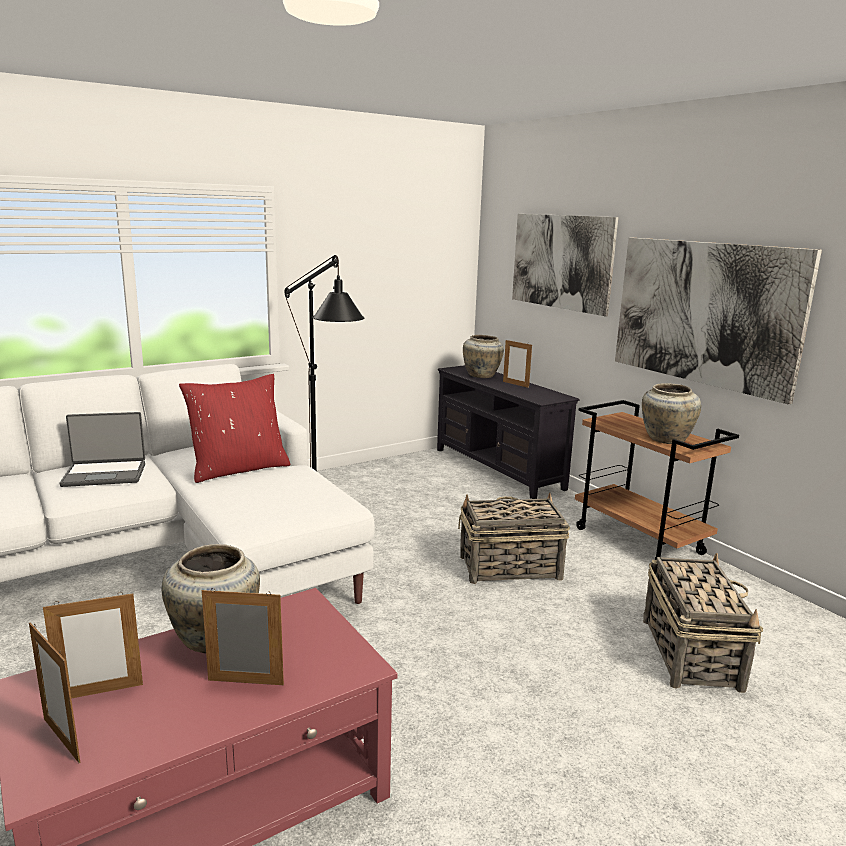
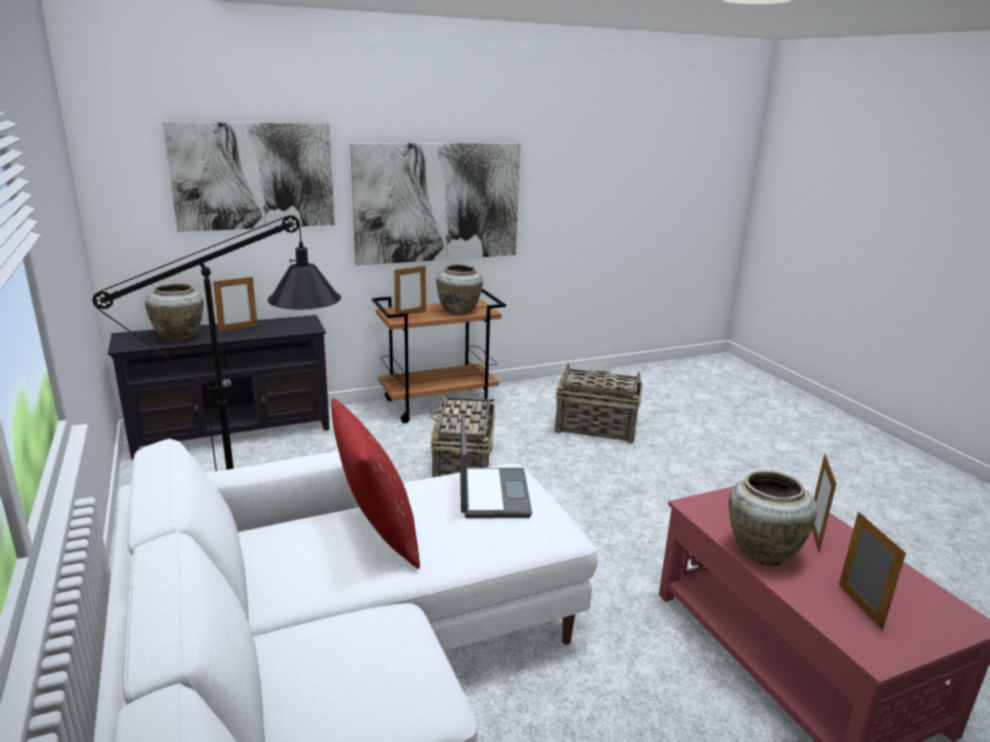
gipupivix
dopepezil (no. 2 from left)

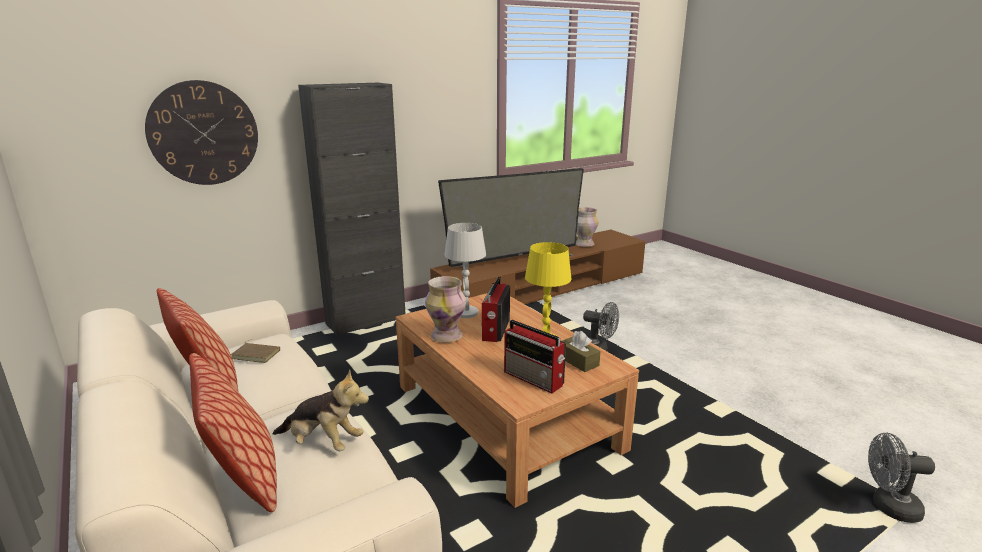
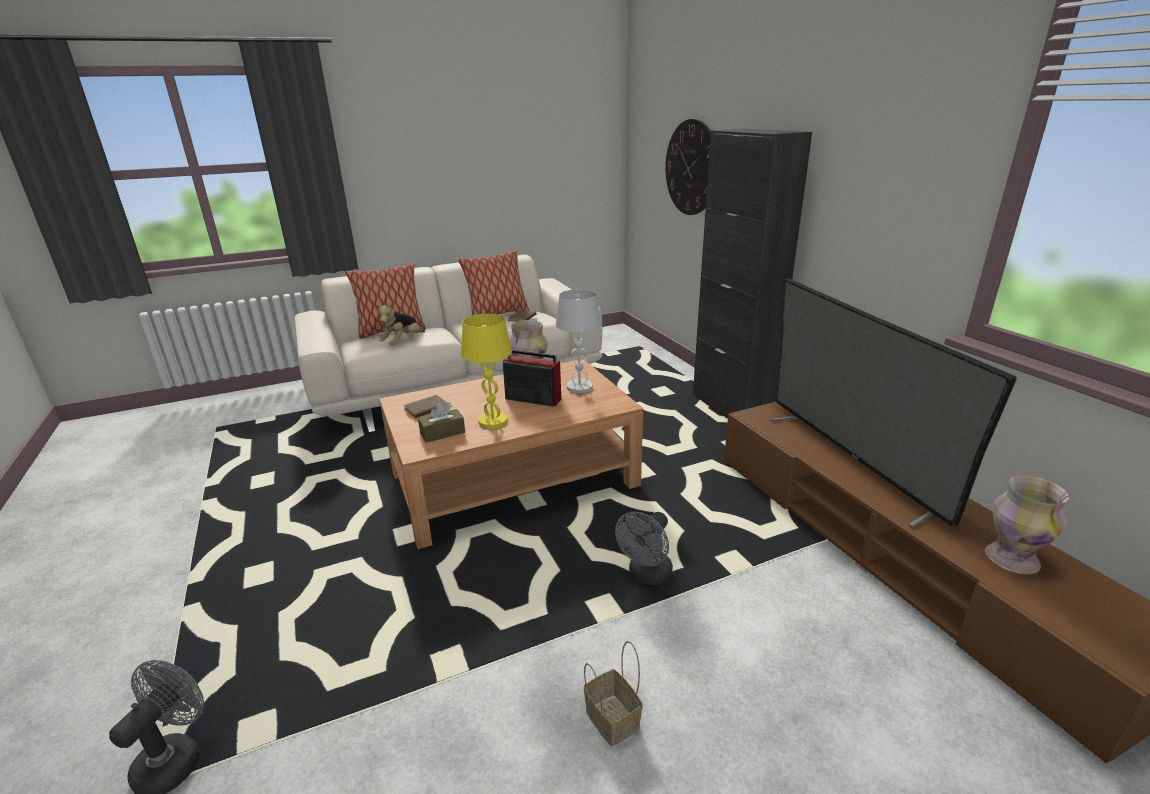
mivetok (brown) (no. 1 from left)
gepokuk

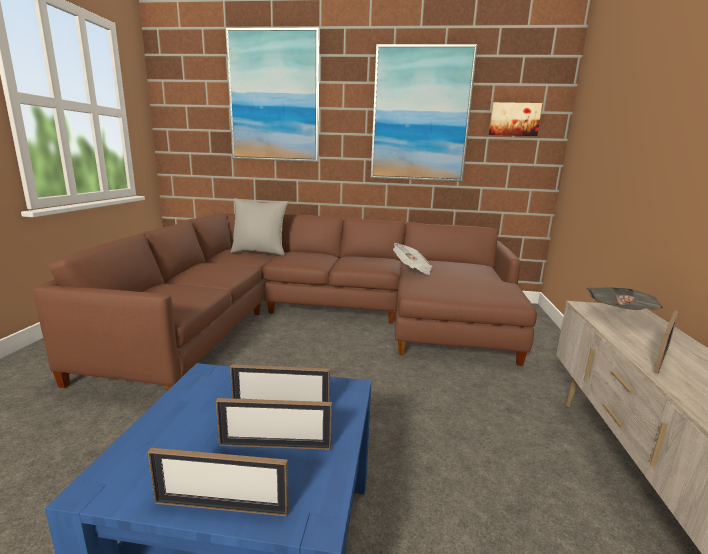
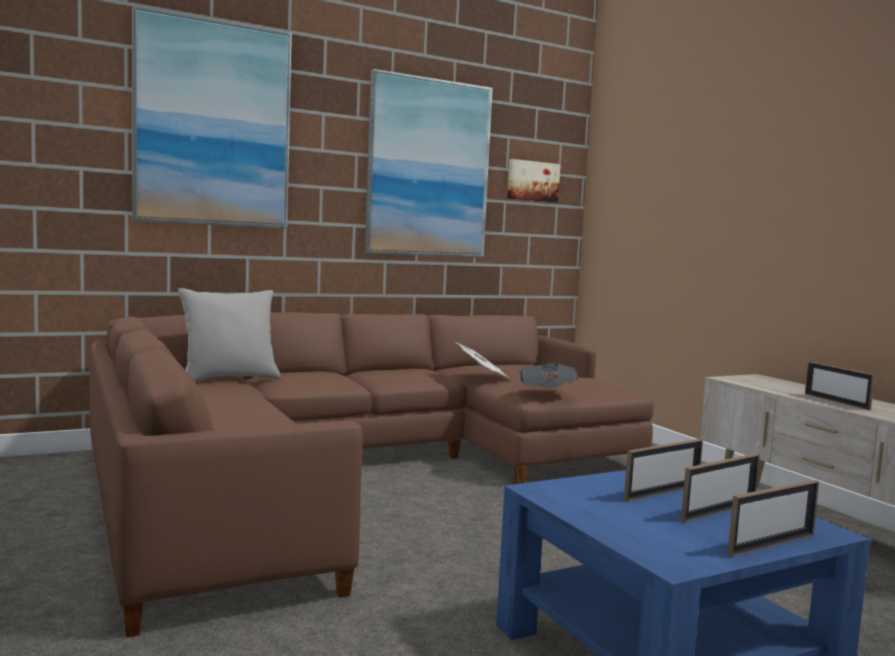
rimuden (no. 2 from left)
dopepezil (no. 4 from left)

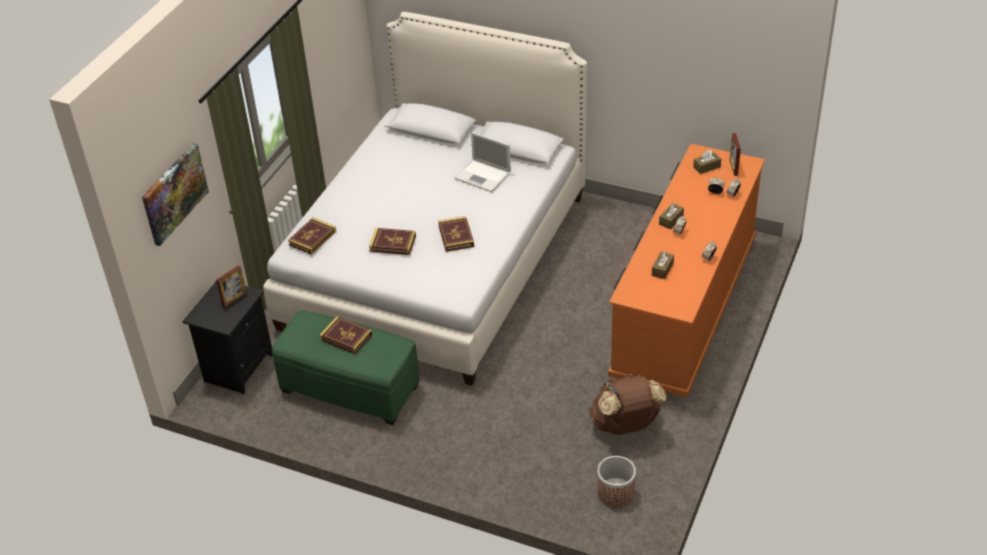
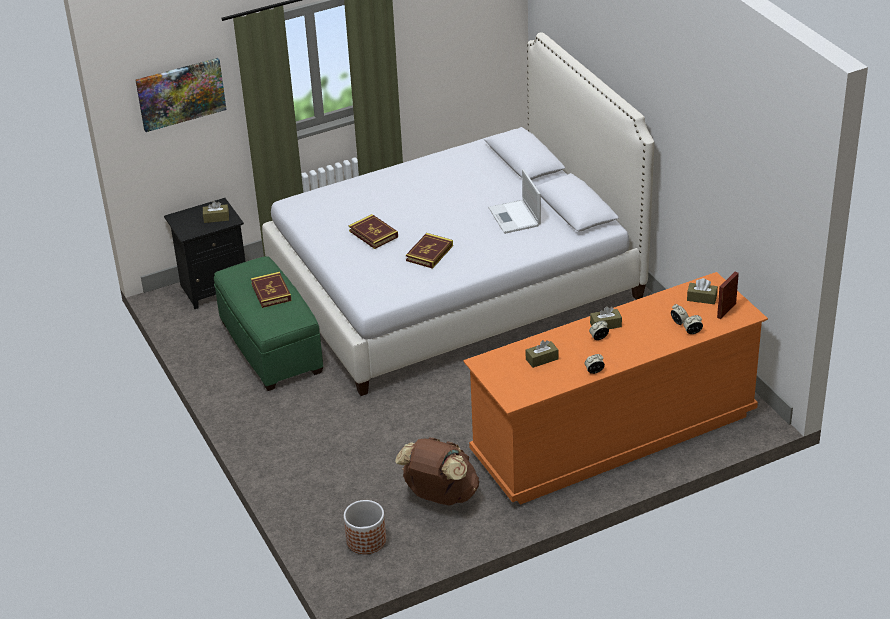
mivetok (no. 1 from left in the first image)
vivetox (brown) (no. 1 from left)

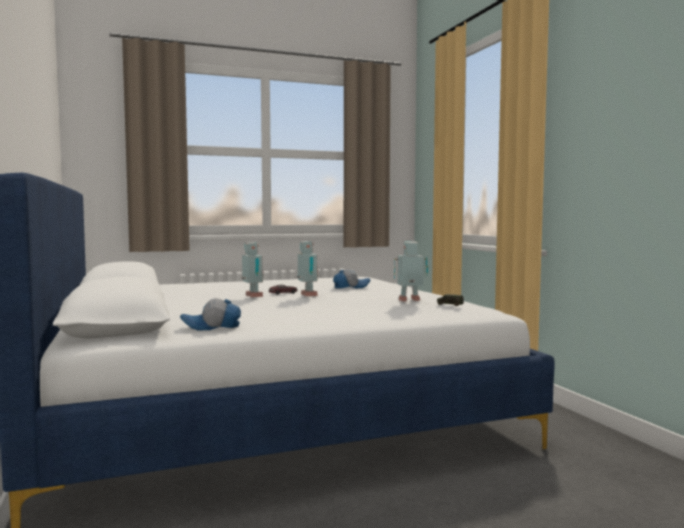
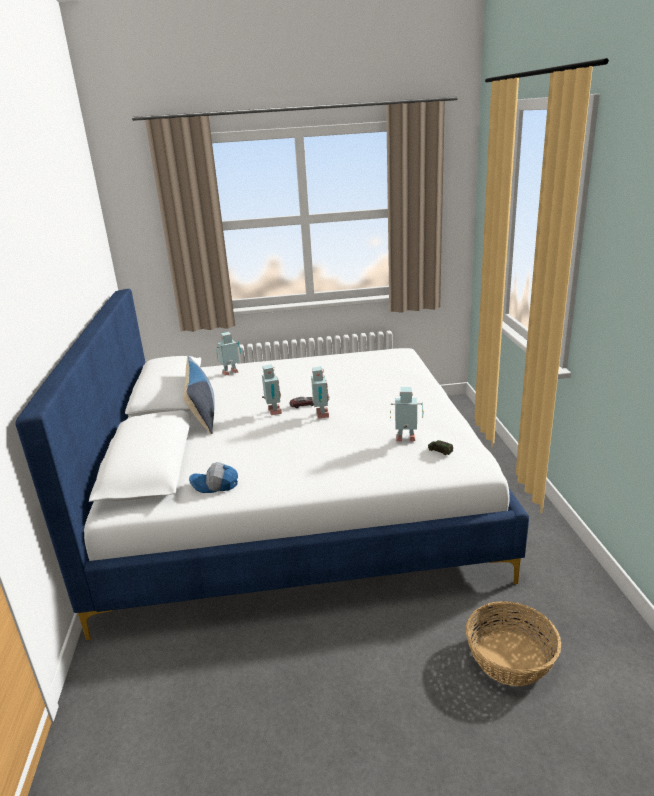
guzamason (no. 2 from left in the first image)
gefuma (no. 1 from left)
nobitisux
gepokuk

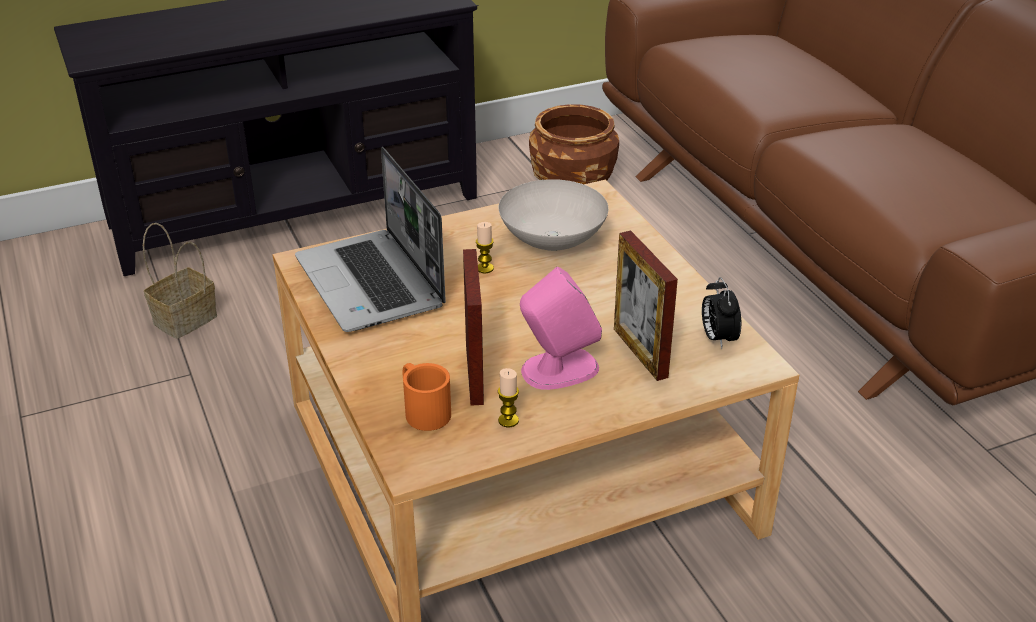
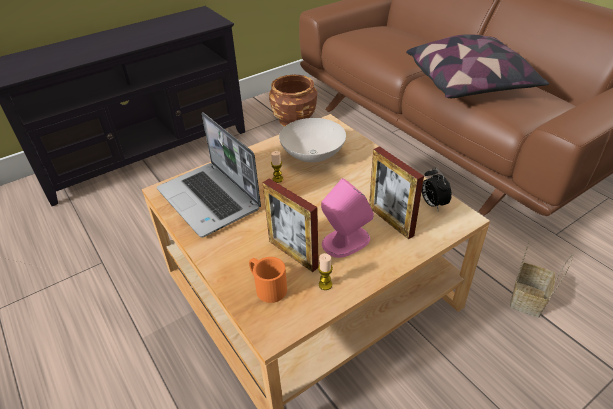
gepokuk
dopepezil (no. 1 from left)
nobitisux

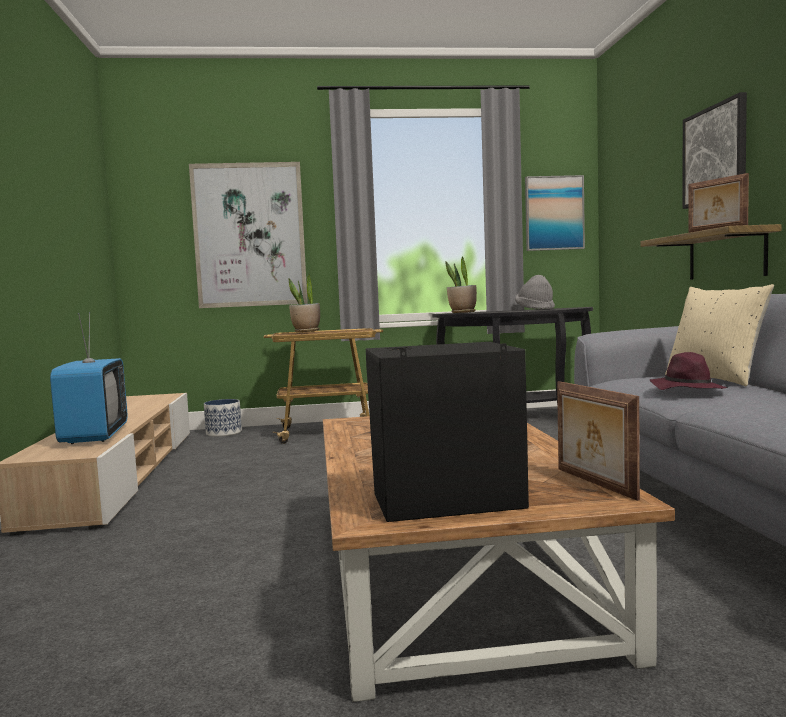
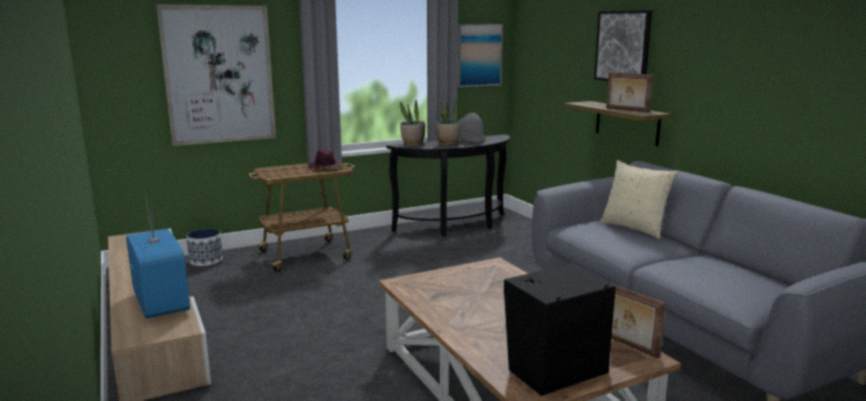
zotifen (no. 2 from left)
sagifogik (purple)

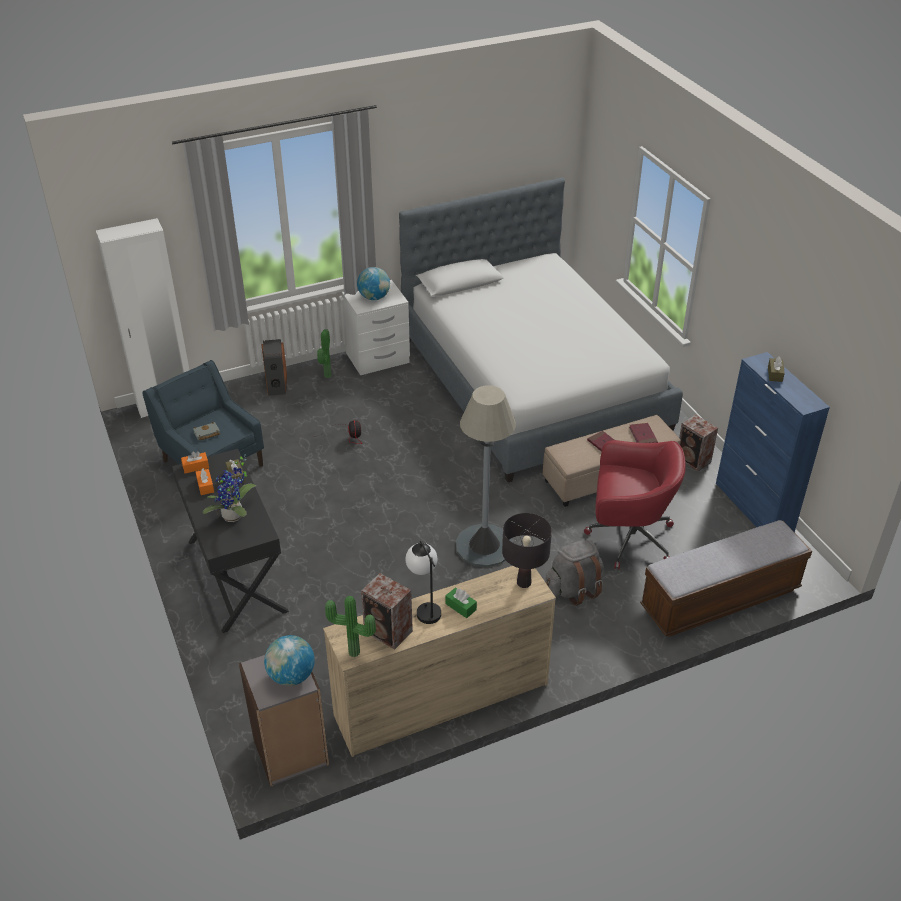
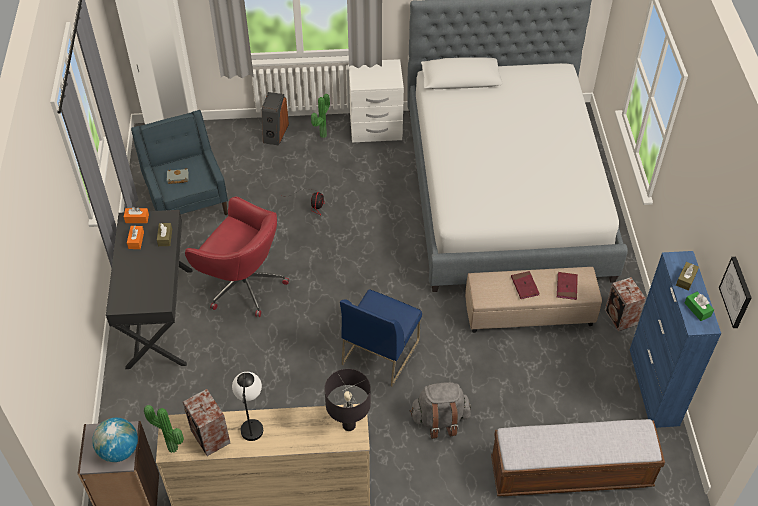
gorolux (no. 2 from left in the first image)
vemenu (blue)
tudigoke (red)
zotifen (no. 1 from left in the first image)
vivetox (green)
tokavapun

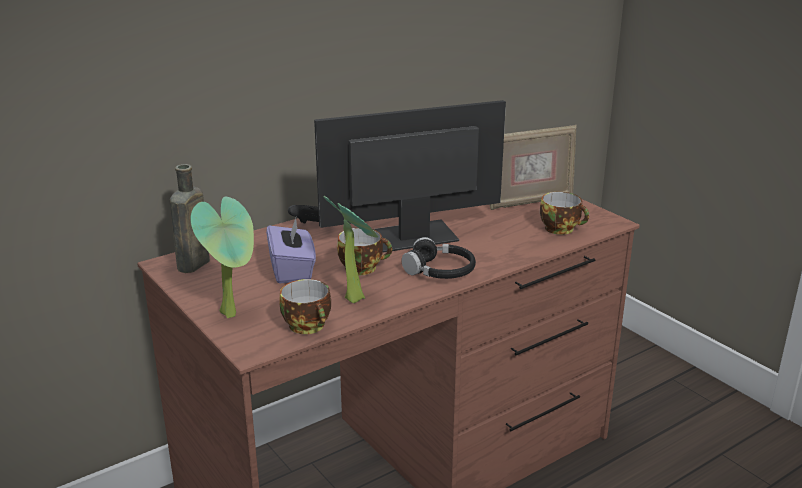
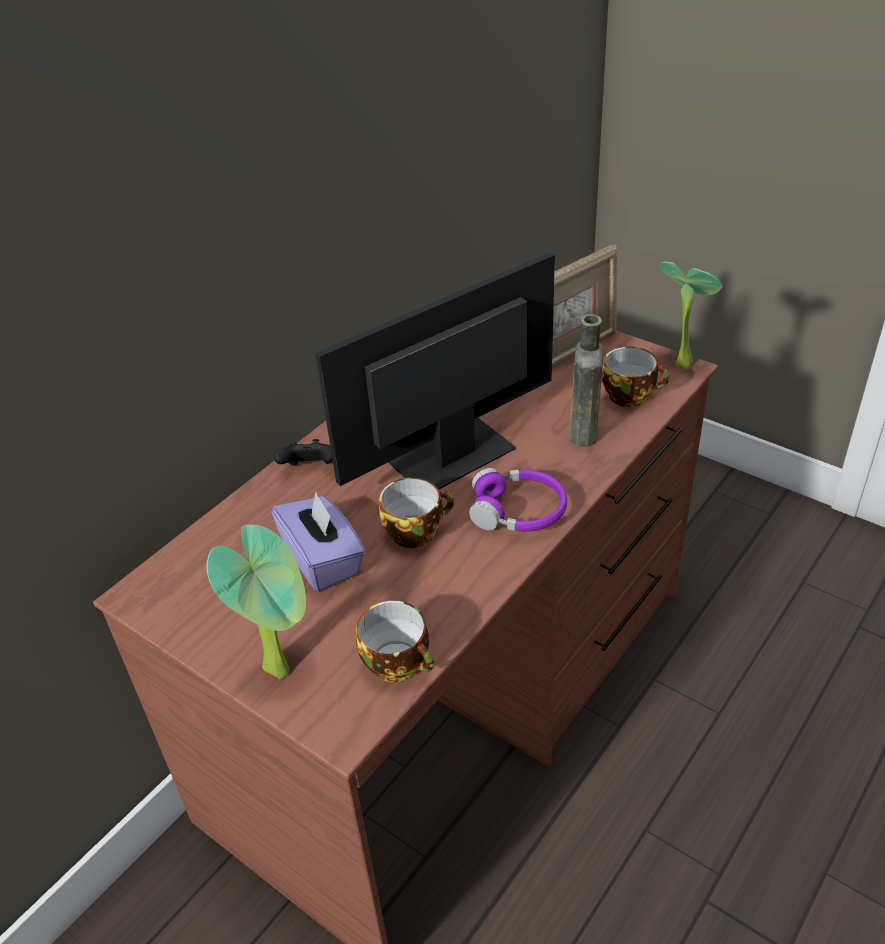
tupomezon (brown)
zotifen (no. 2 from left)
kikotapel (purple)

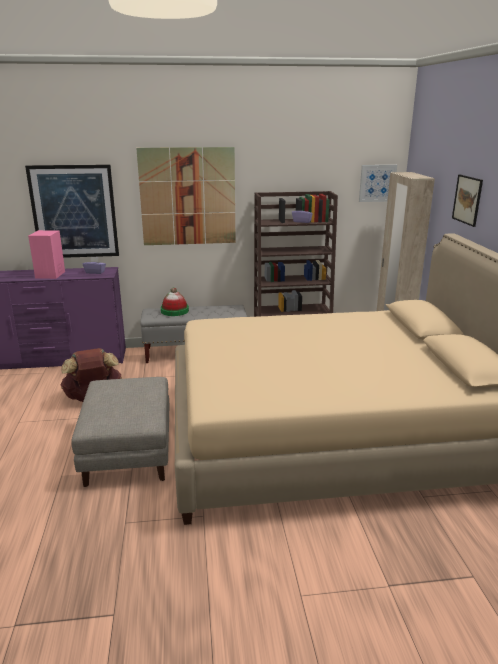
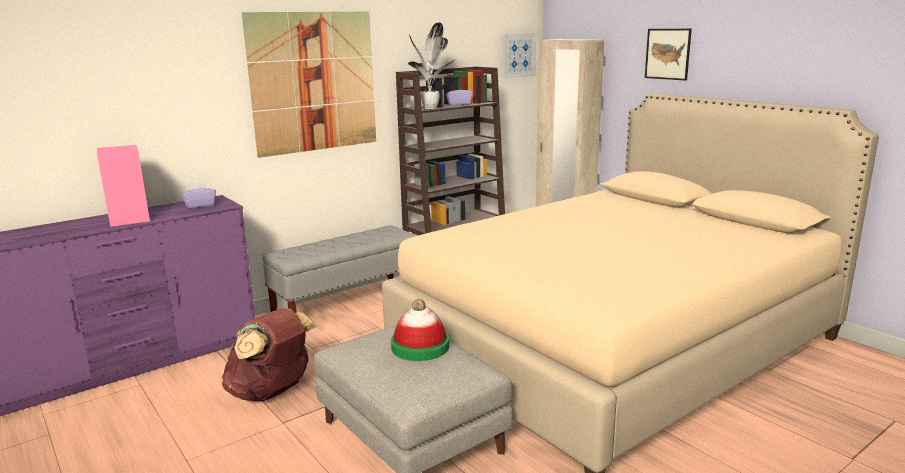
tokavapun (no. 1 from left in the first image)
sagifogik
zotifen

